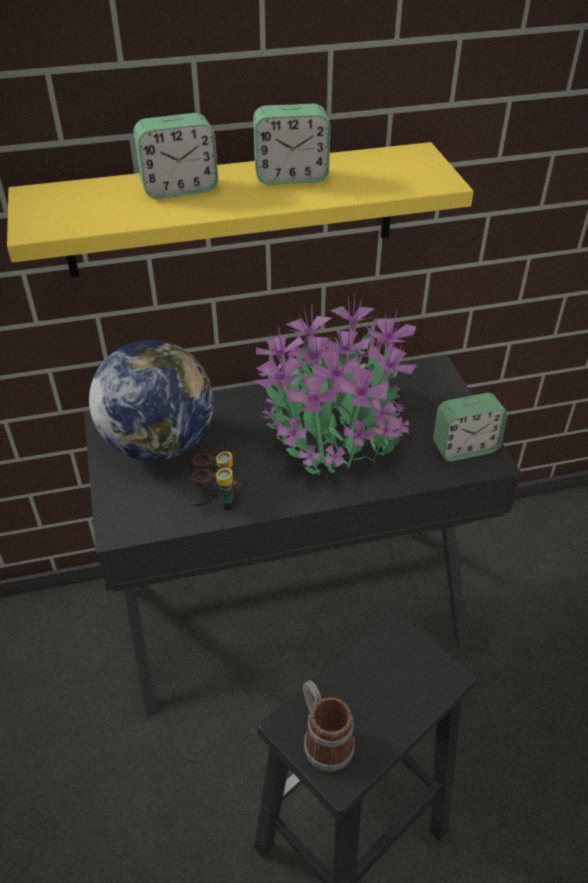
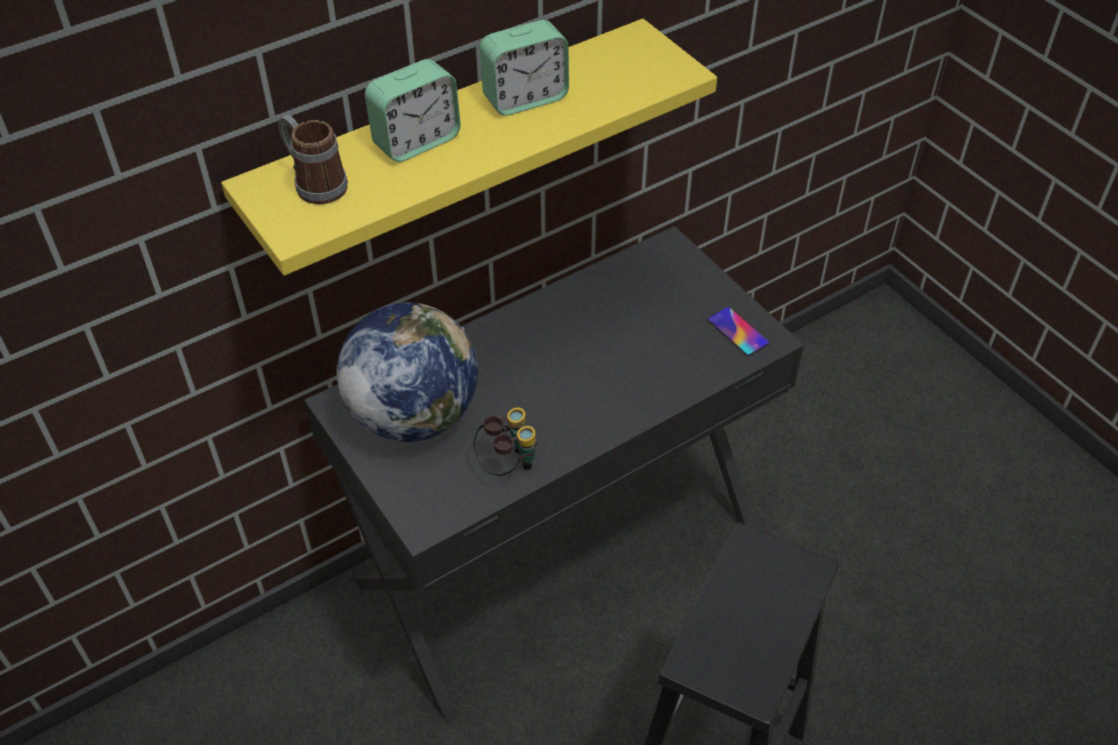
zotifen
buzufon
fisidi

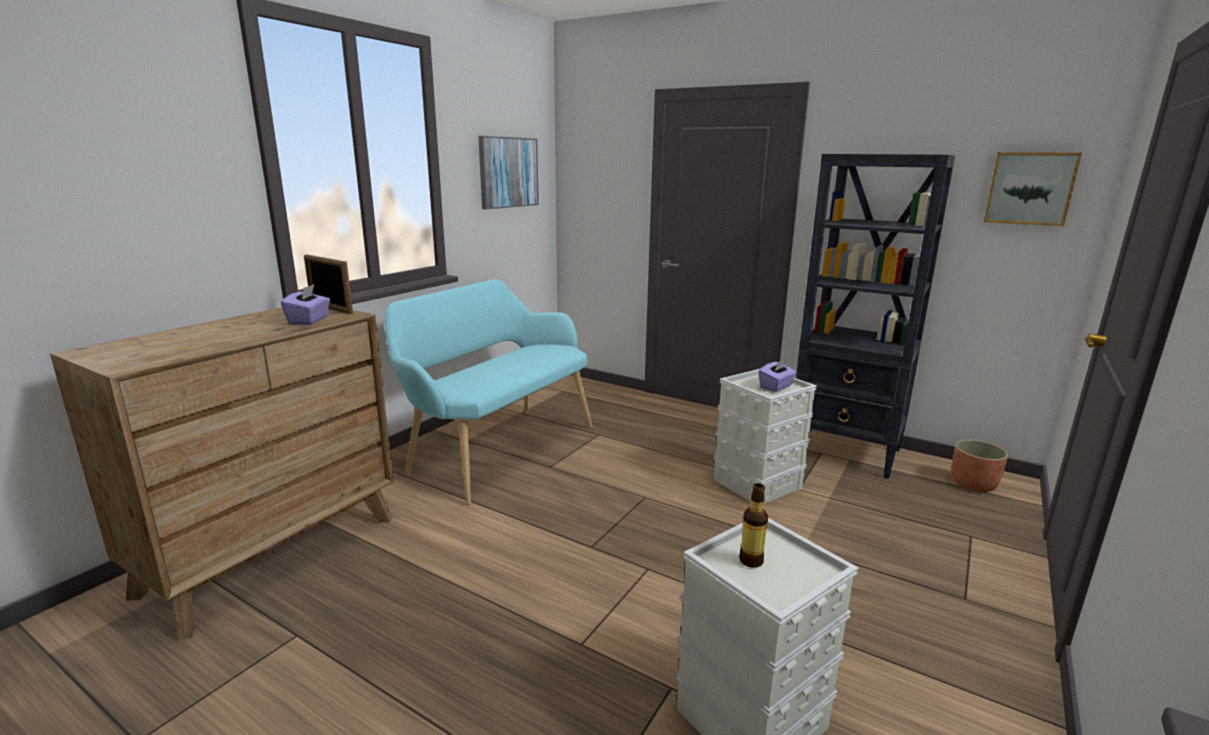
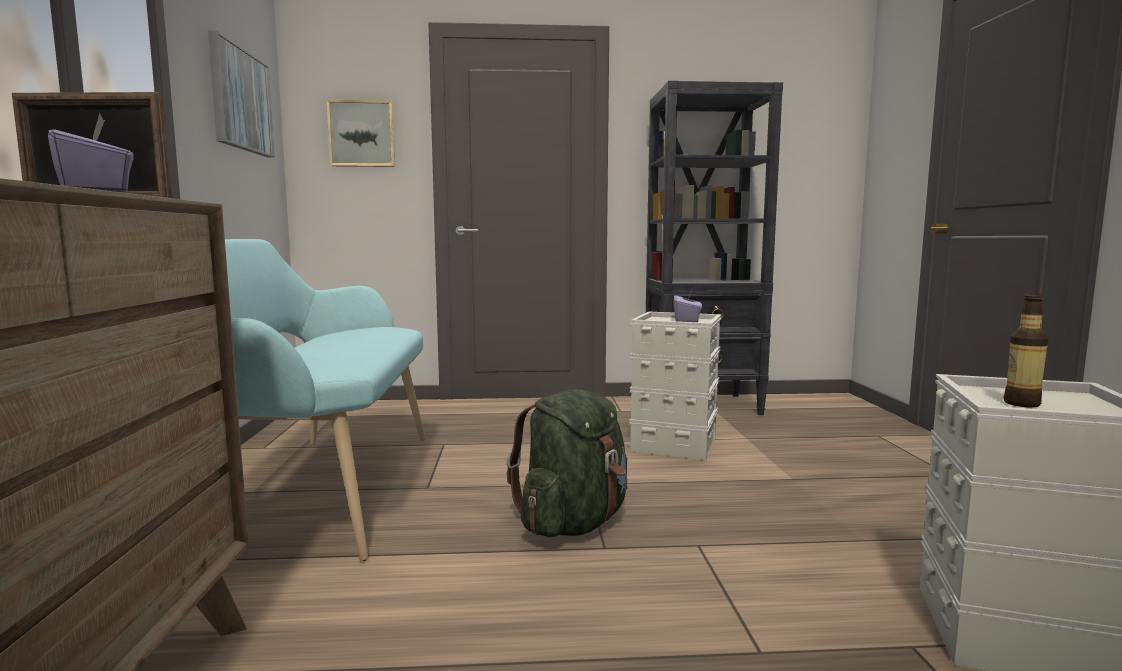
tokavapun (no. 2 from left)
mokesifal
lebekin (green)

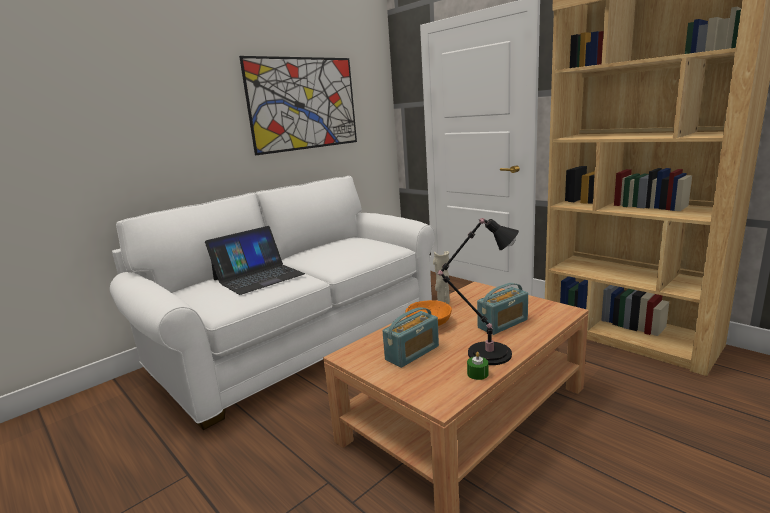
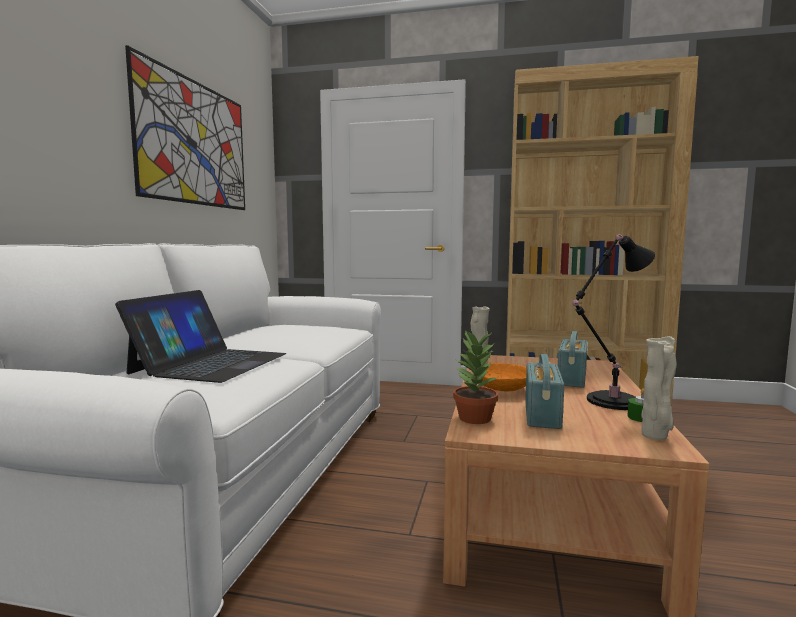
zotifen
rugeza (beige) (no. 2 from left)

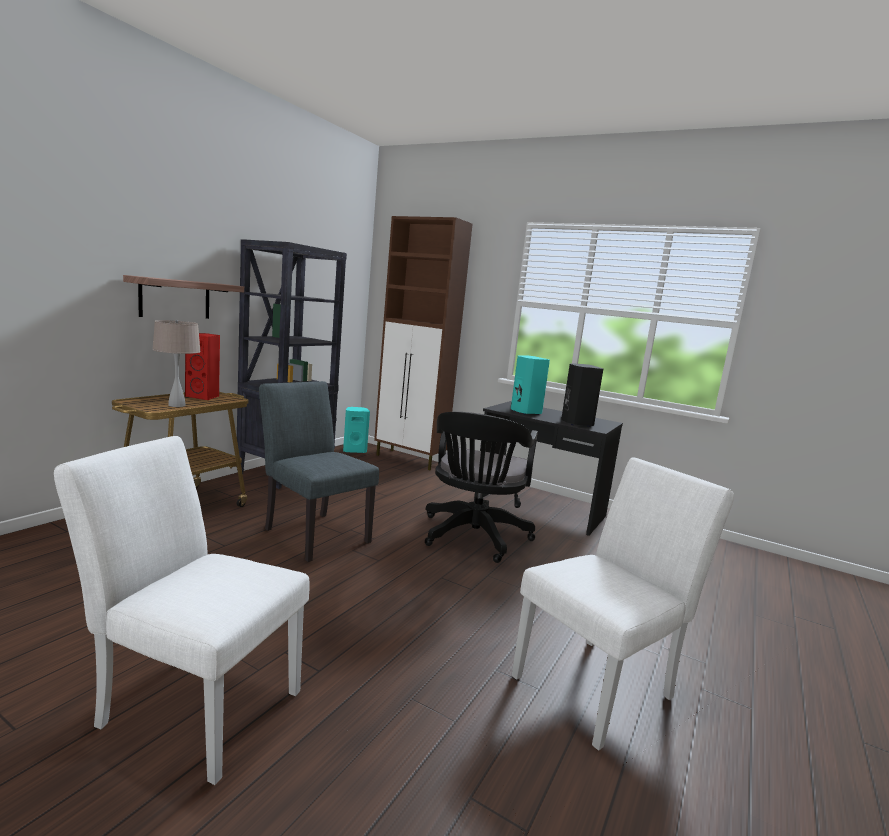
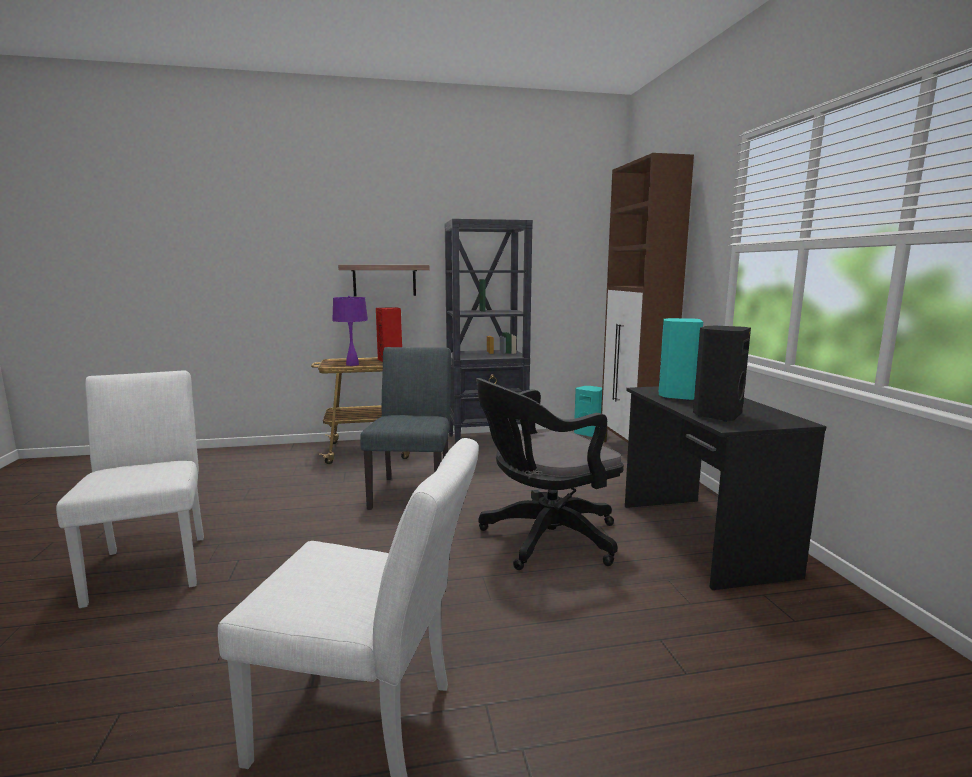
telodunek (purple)

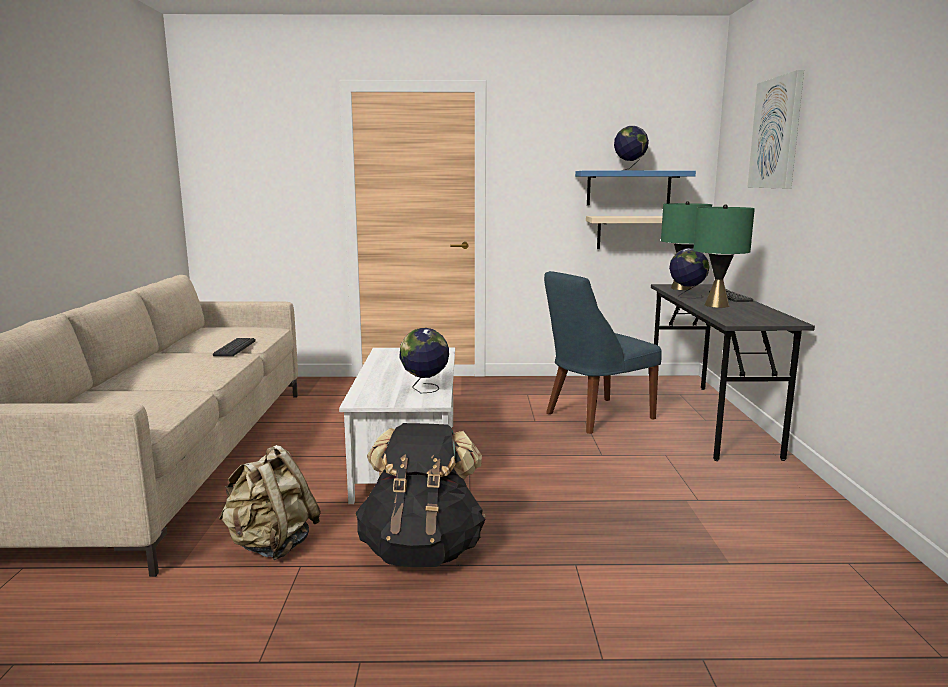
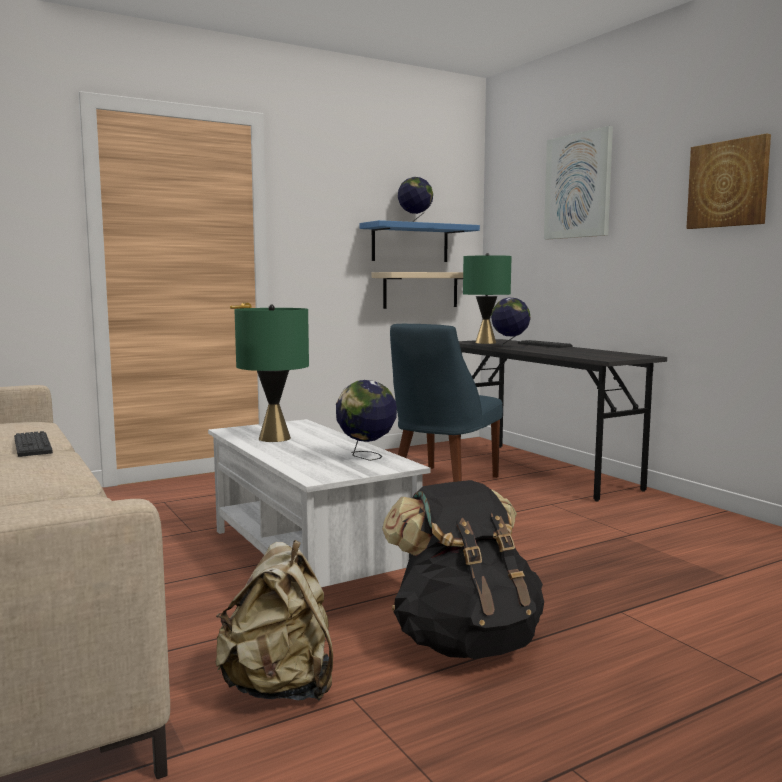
telodunek (green) (no. 1 from left)
tokavapun (no. 2 from left)

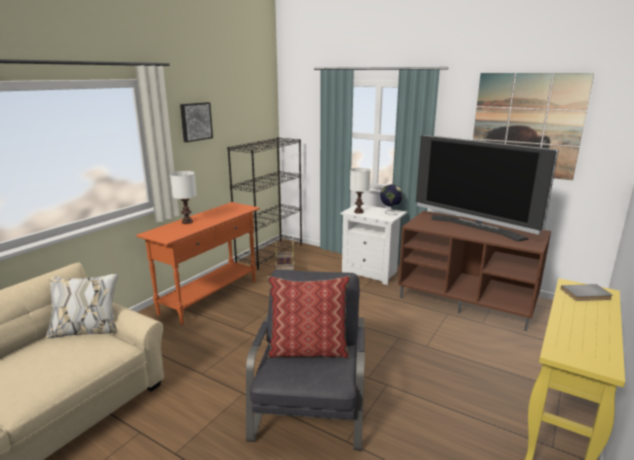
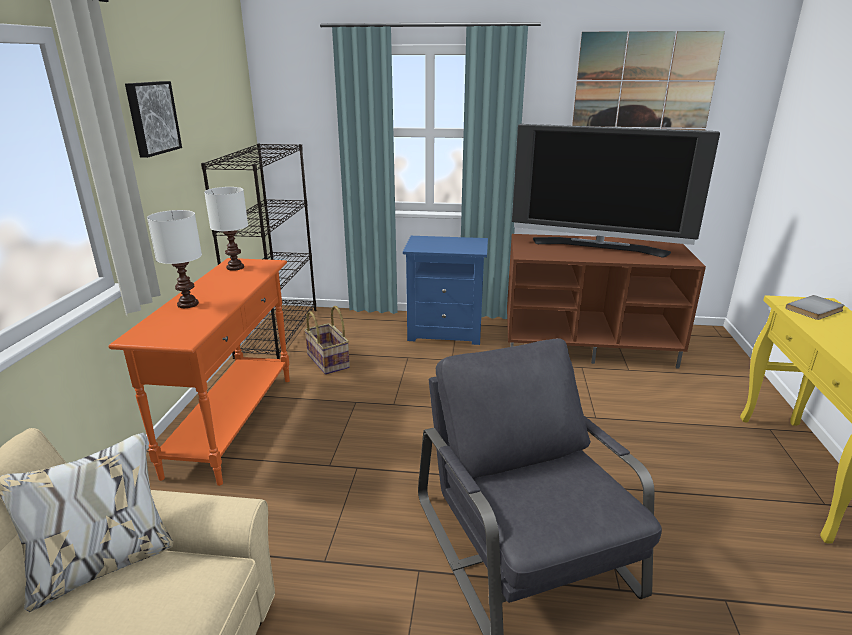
telodunek (white) (no. 2 from left)
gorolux
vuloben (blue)
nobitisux

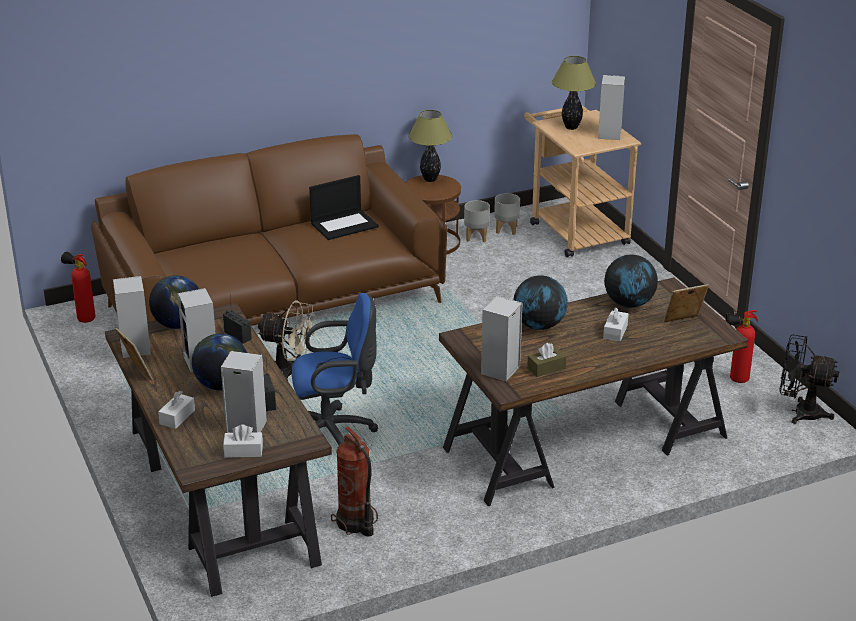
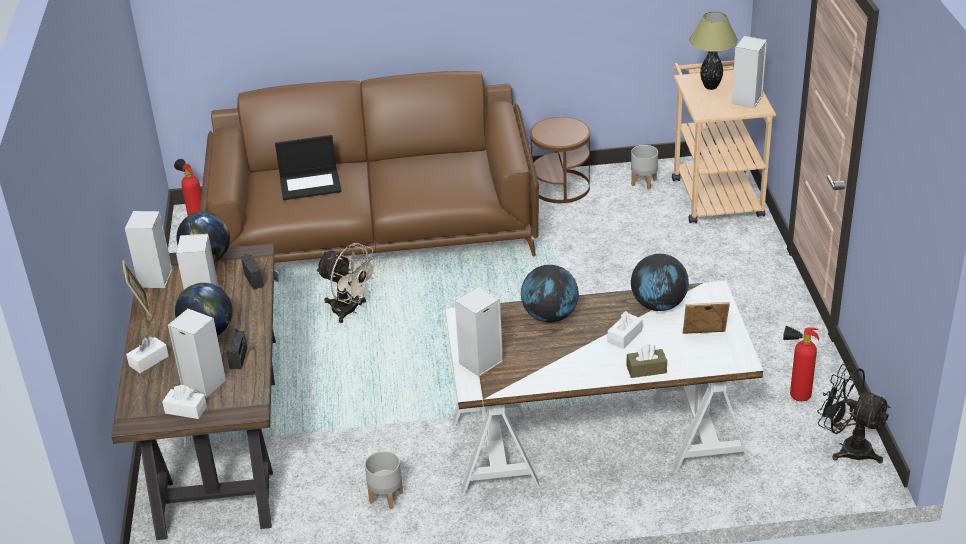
telodunek (no. 1 from left in the first image)
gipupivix
mokesifal (grey) (no. 1 from left)
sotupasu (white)
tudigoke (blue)
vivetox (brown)
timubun (no. 2 from left in the first image)

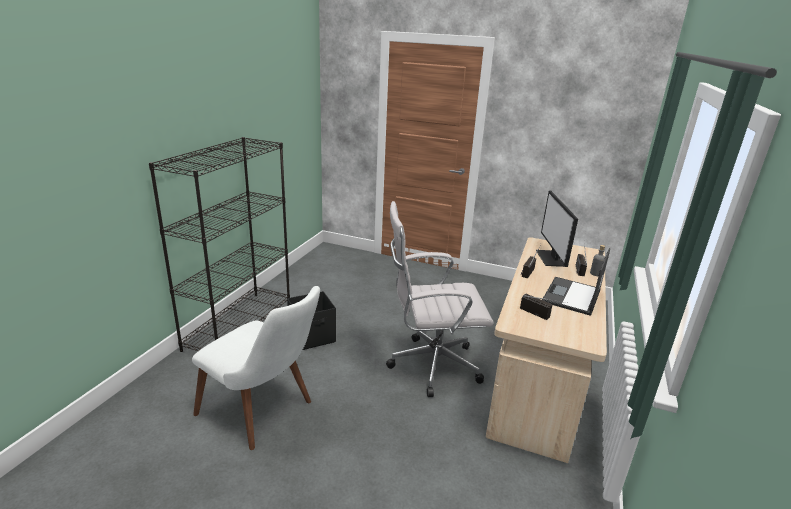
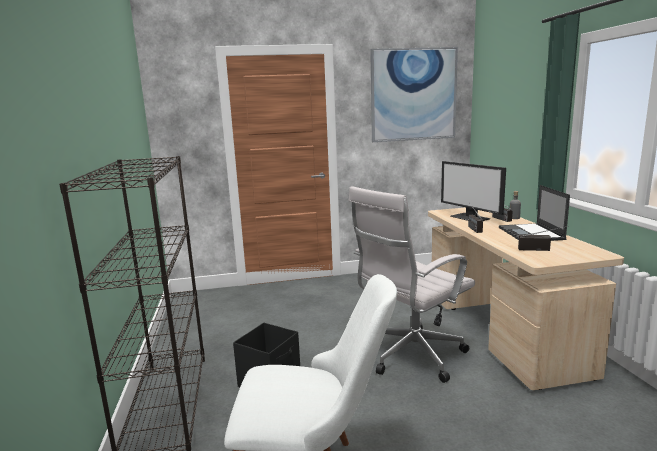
tokavapun

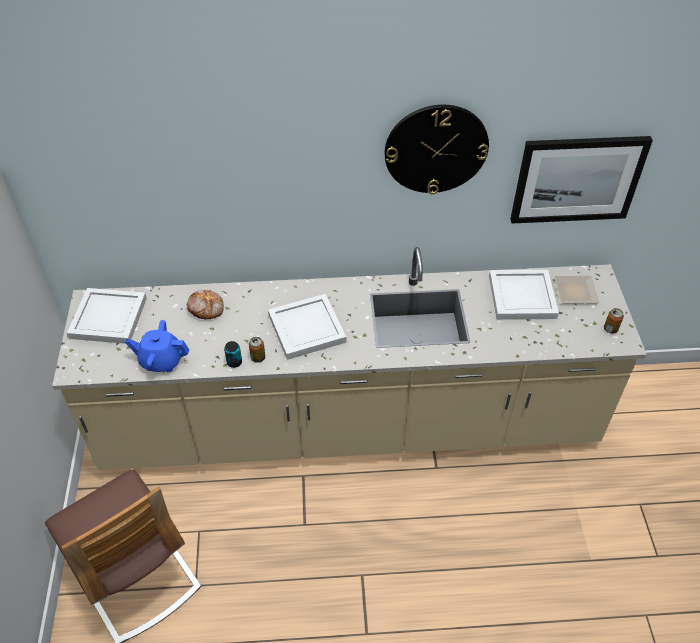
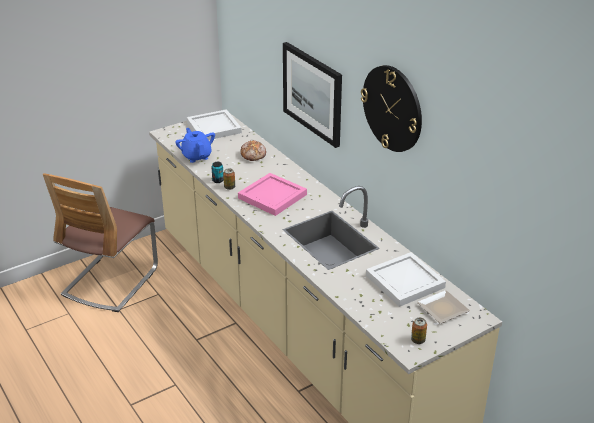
tokavapun
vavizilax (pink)

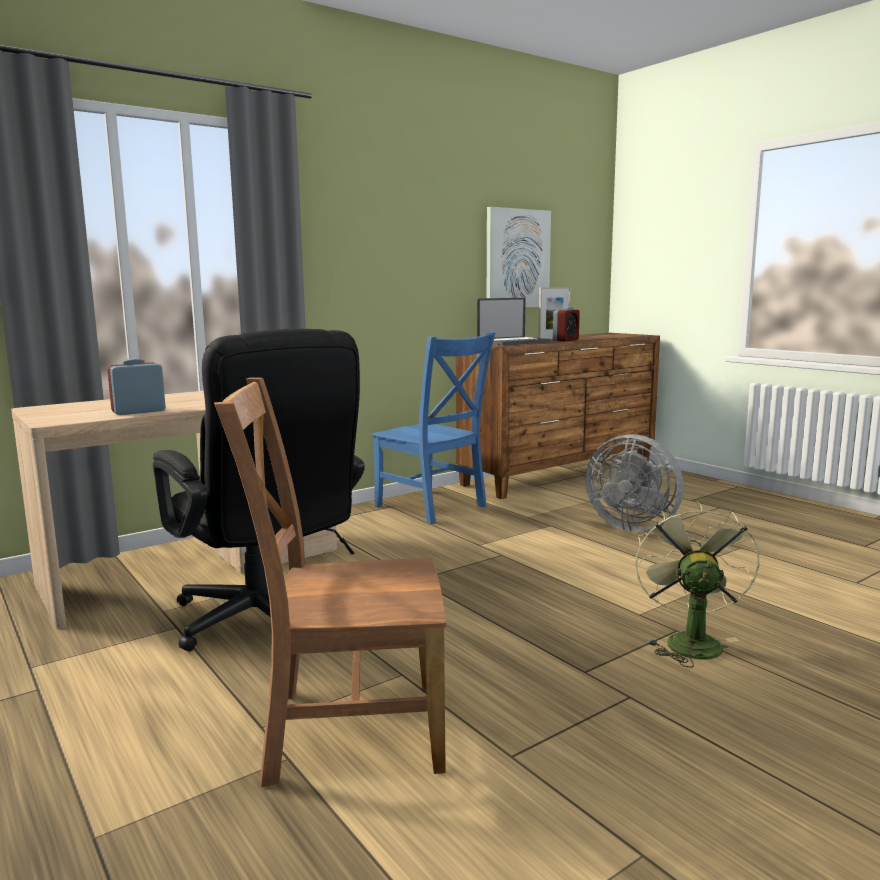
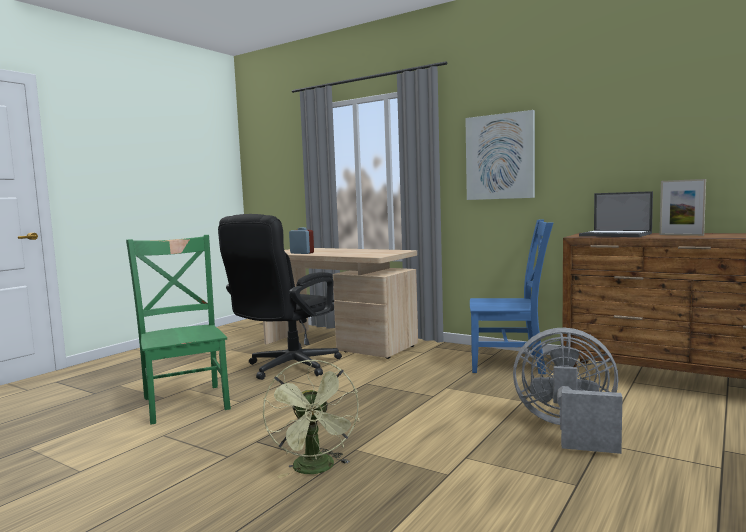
tokavapun
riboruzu (no. 2 from left in the first image)
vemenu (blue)
vemenu (green)
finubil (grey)
finubil (green)

